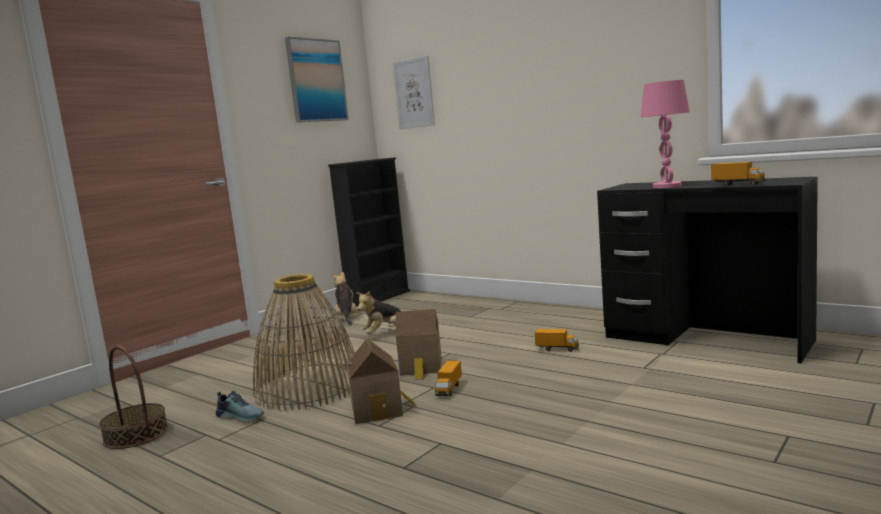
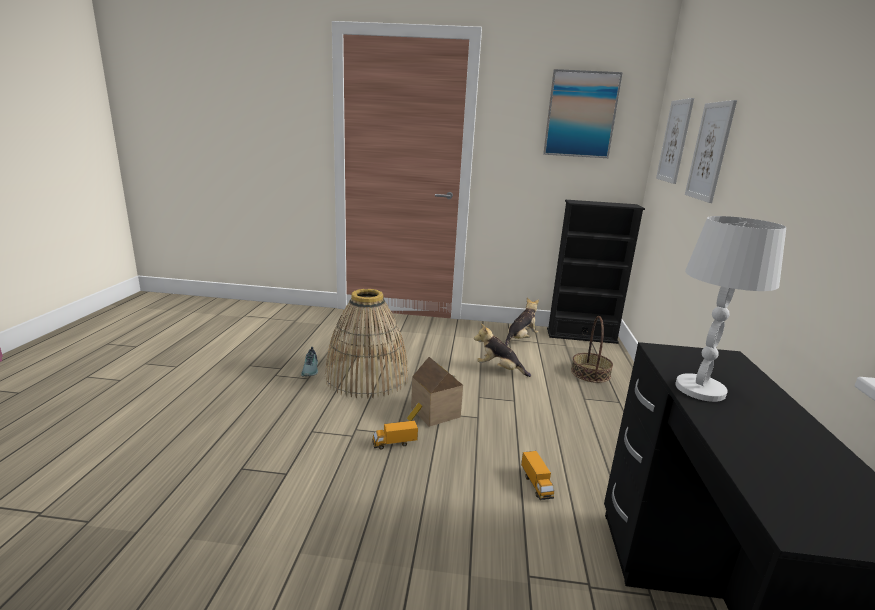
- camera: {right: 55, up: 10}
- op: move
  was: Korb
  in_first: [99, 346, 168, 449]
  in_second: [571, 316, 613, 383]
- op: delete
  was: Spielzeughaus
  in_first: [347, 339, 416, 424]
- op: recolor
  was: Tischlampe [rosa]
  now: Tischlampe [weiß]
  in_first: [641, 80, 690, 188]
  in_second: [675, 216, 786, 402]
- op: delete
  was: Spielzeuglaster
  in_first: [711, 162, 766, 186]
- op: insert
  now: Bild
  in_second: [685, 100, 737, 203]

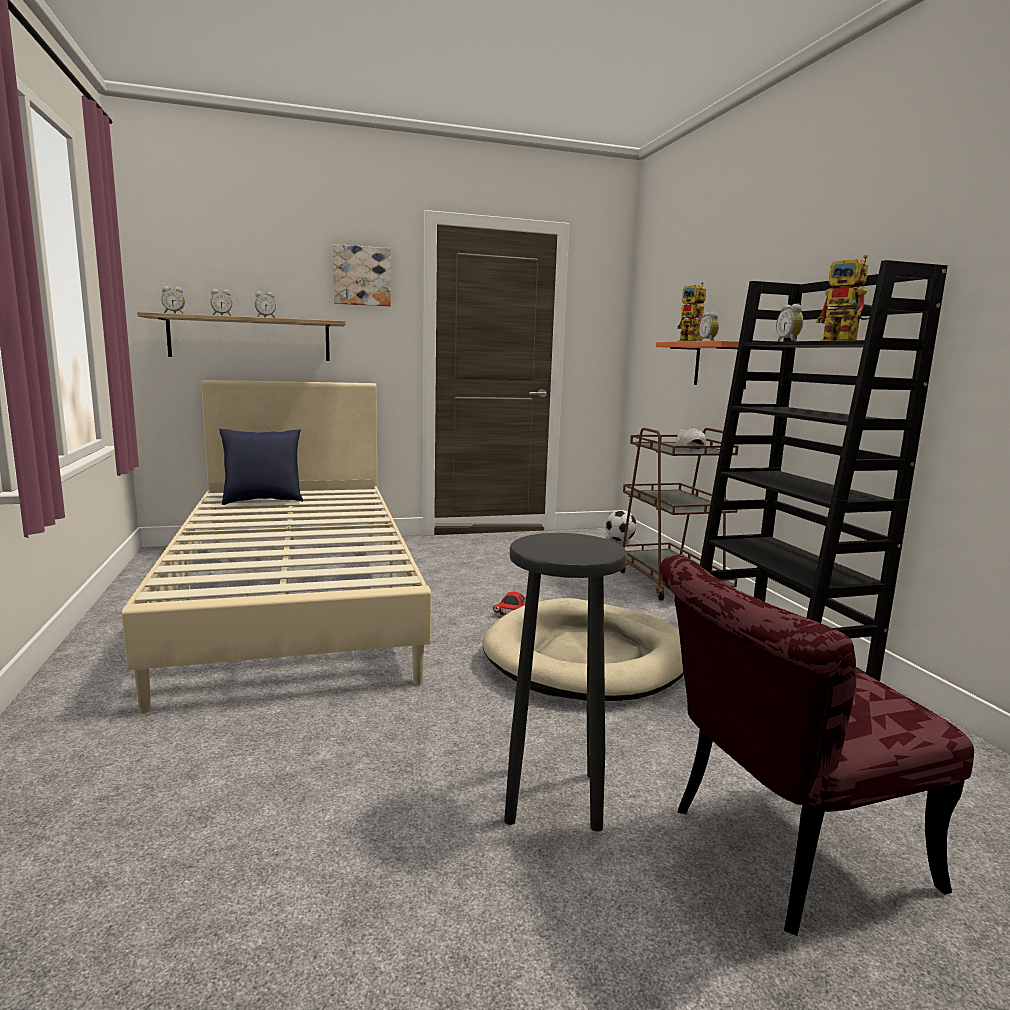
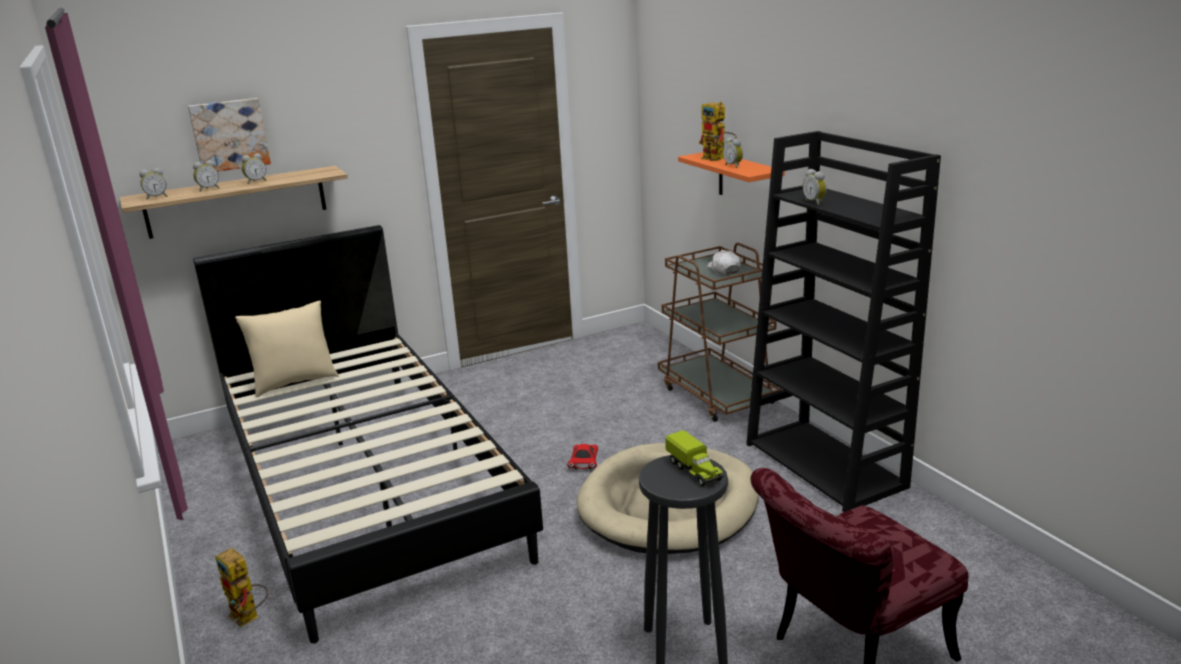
- camera: {right: -10, up: 10}
- op: recolor
  was: Bett [beige]
  now: Bett [schwarz]
  in_first: [122, 380, 431, 713]
  in_second: [193, 225, 543, 644]
- op: recolor
  was: Kissen [blau]
  now: Kissen [beige]
  in_first: [219, 429, 303, 505]
  in_second: [235, 301, 339, 397]
- op: move
  was: Bild
  in_first: [333, 244, 391, 307]
  in_second: [188, 98, 271, 172]
- op: delete
  was: Fußball
  in_first: [605, 510, 637, 541]
- op: move
  was: Spielzeugroboter
  in_first: [816, 255, 872, 341]
  in_second: [215, 548, 268, 627]
- op: insert
  now: Spielzeuglaster
  in_second: [665, 430, 724, 487]

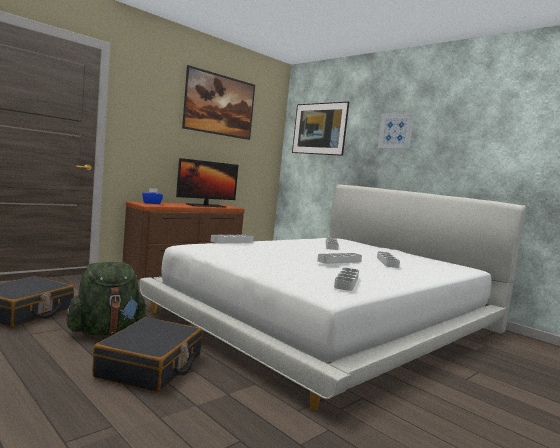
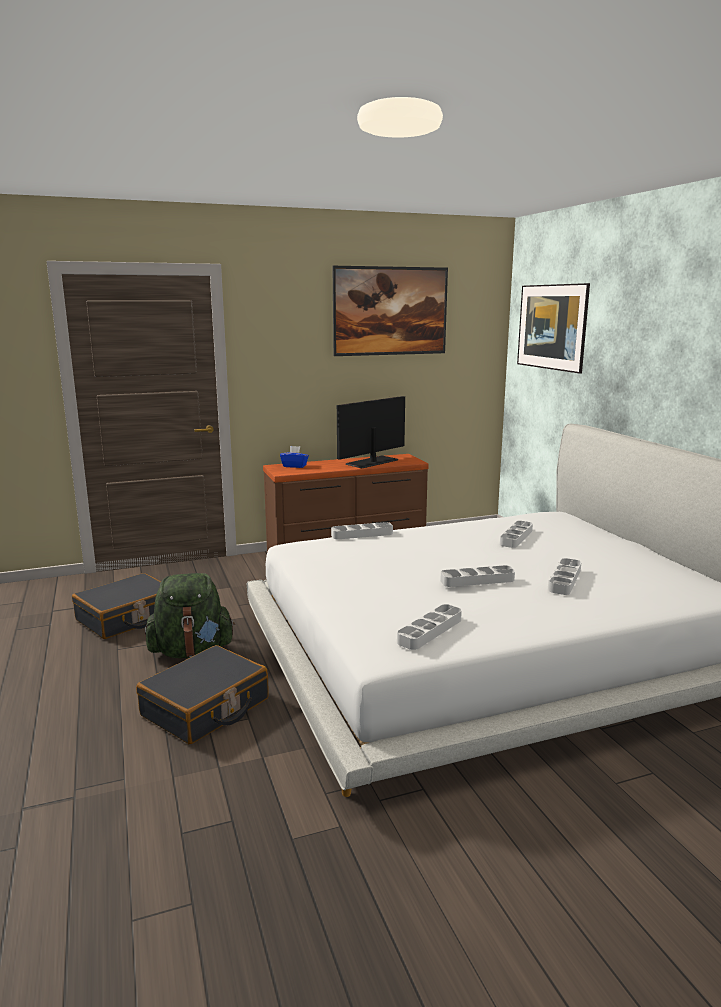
- camera: {right: 25, up: 10}
- op: rotate
  was: Monitor
  in_first: [176, 158, 239, 208]
  in_second: [337, 396, 405, 468]
  clockwise: 150
- op: delete
  was: Bild
  in_first: [378, 113, 414, 149]

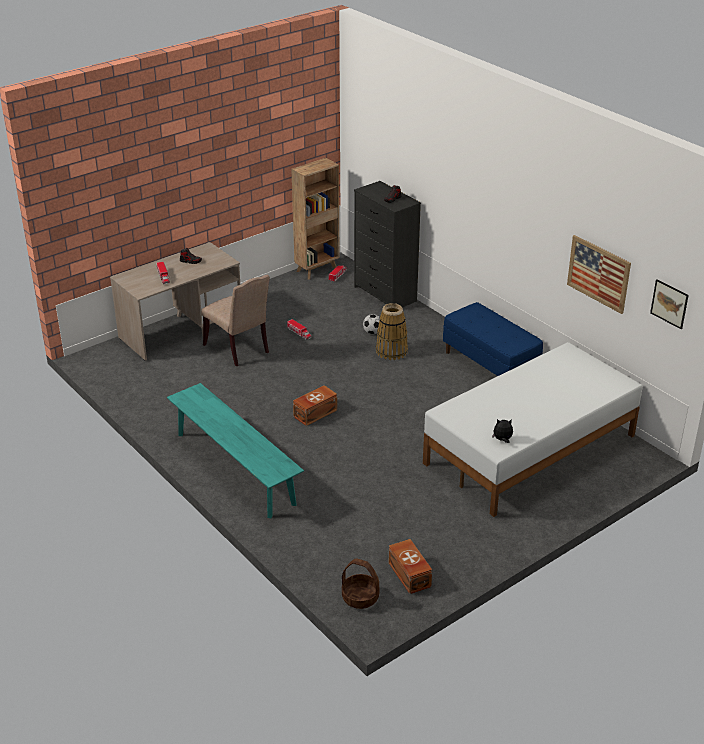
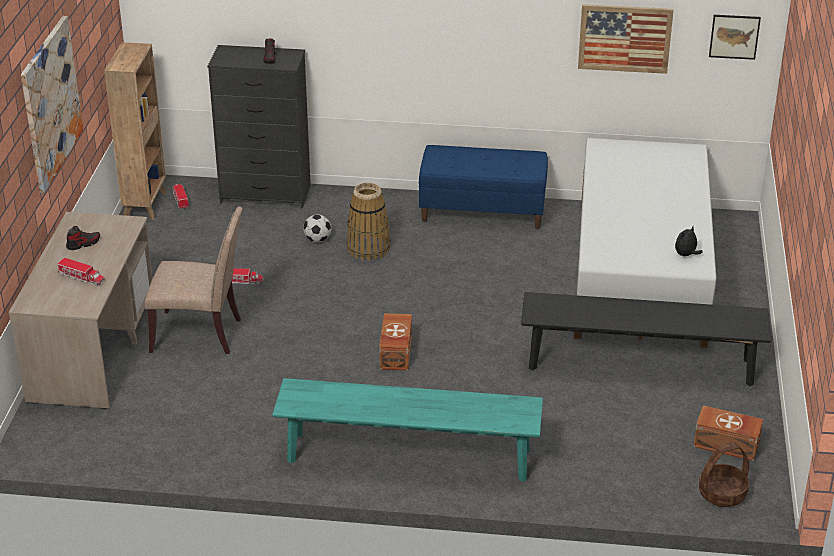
- camera: {right: -45, up: 0}
- op: insert
  now: Bild
  in_second: [21, 16, 83, 193]
- op: insert
  now: Bank [schwarz]
  in_second: [521, 292, 772, 386]

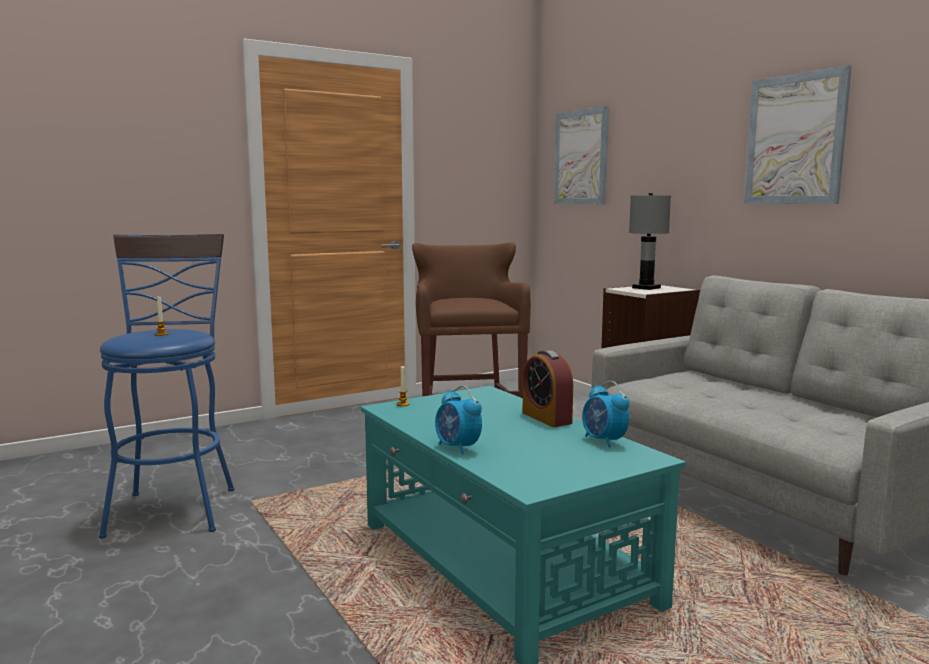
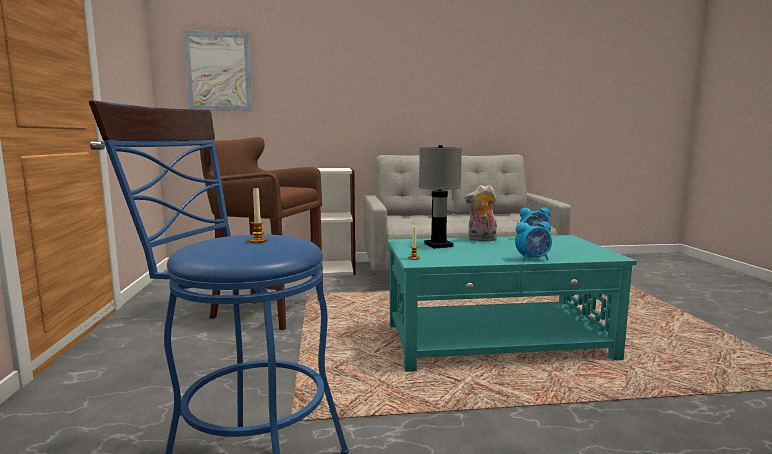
- camera: {right: -65, up: 0}
- op: replace
  was: Wecker
  now: Plüschtier
  in_first: [522, 350, 573, 427]
  in_second: [464, 185, 497, 241]
- op: move
  was: Tischlampe [grau]
  in_first: [629, 193, 671, 290]
  in_second: [419, 145, 462, 249]
- op: delete
  was: Bild
  in_first: [744, 65, 852, 204]

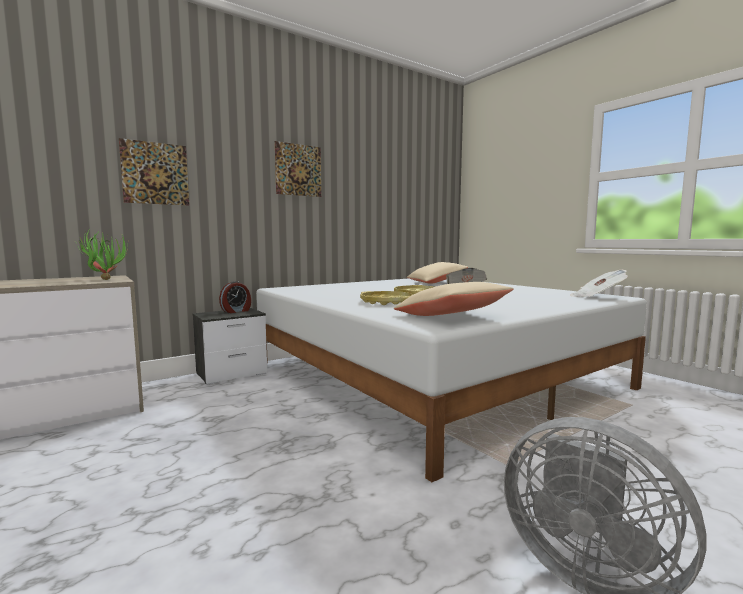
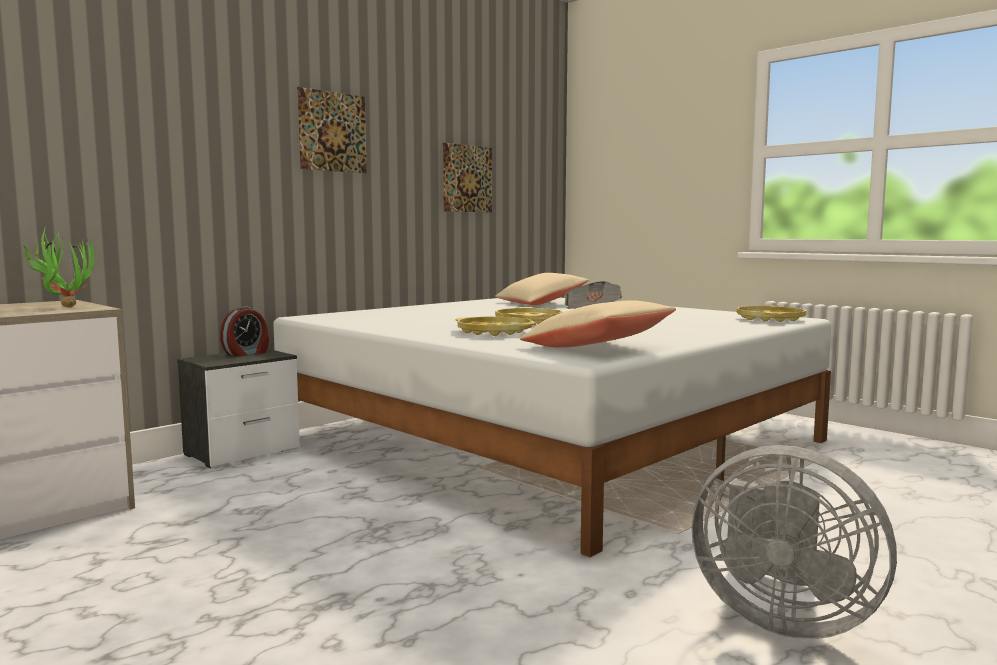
- camera: {right: -10, up: 0}
- op: move
  was: Bild
  in_first: [119, 138, 189, 205]
  in_second: [443, 143, 492, 213]
- op: replace
  was: Zeitung
  now: Tablett [gelb]
  in_first: [570, 270, 628, 297]
  in_second: [737, 305, 806, 322]

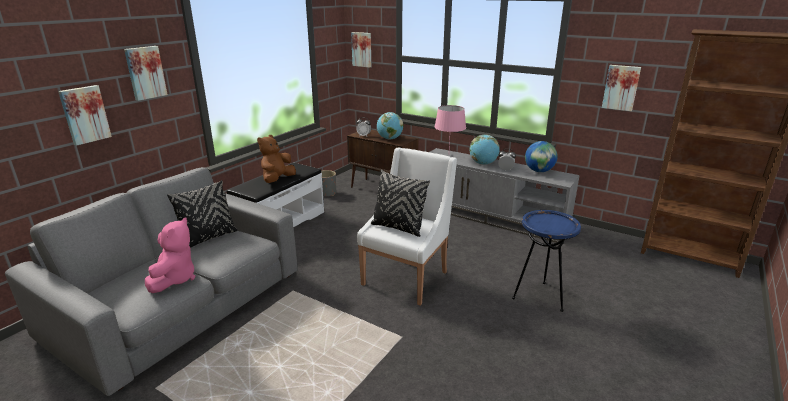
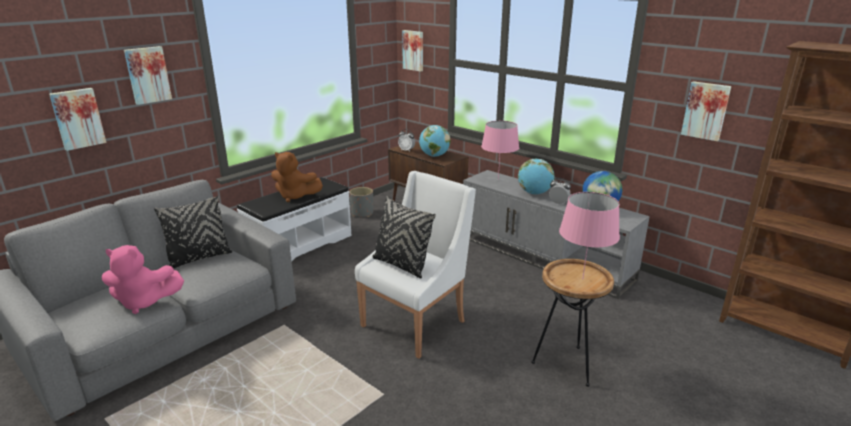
- camera: {right: 10, up: 0}
- op: rotate
  was: Plüschtier [rosa]
  in_first: [145, 217, 195, 293]
  in_second: [102, 245, 184, 314]
  clockwise: 75
- op: rotate
  was: Plüschtier [braun]
  in_first: [257, 135, 296, 183]
  in_second: [271, 152, 323, 202]
  clockwise: -105
- op: recolor
  was: Beistelltisch [blau]
  now: Beistelltisch [braun]
  in_first: [512, 210, 581, 312]
  in_second: [531, 259, 614, 387]
- op: insert
  now: Tischlampe [rosa]
  in_second: [559, 192, 620, 277]

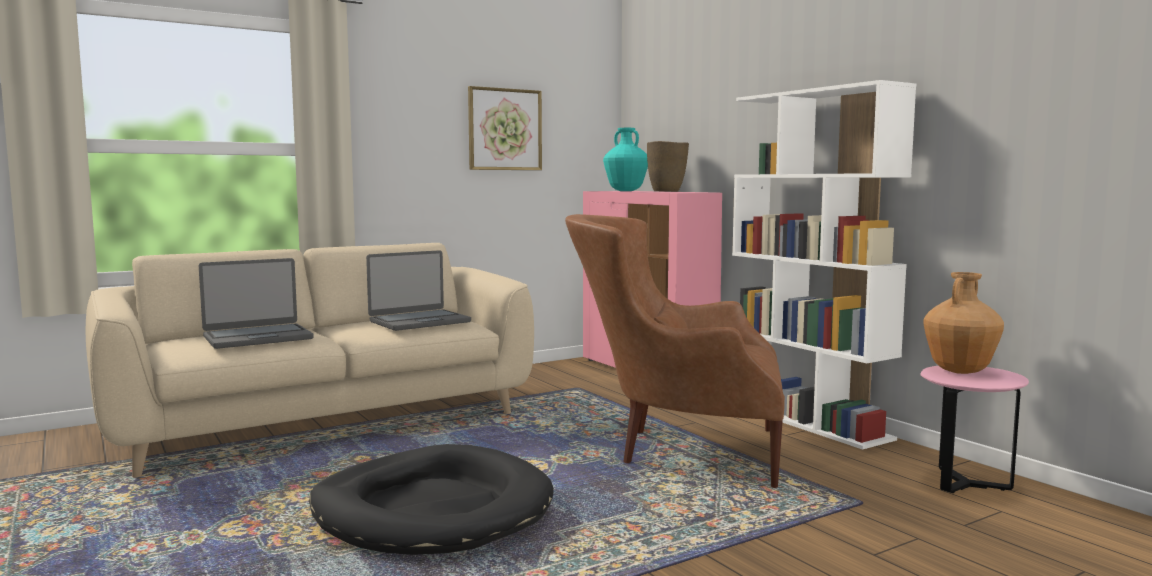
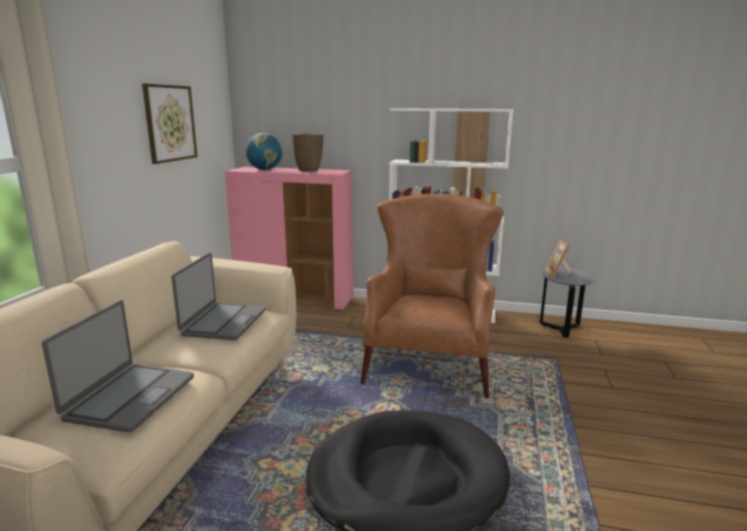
- camera: {right: -45, up: 10}
- op: rotate
  was: Sessel [braun]
  in_first: [565, 214, 785, 488]
  in_second: [360, 194, 504, 398]
  clockwise: 135
- op: replace
  was: Vase [türkis]
  now: Globus
  in_first: [603, 128, 648, 191]
  in_second: [245, 133, 282, 170]
- op: recolor
  was: Beistelltisch [rosa]
  now: Beistelltisch [grau]
  in_first: [920, 366, 1029, 493]
  in_second: [540, 267, 596, 337]
- op: replace
  was: Vase [braun]
  now: Bilderrahmen
  in_first: [923, 272, 1004, 374]
  in_second: [546, 239, 571, 277]

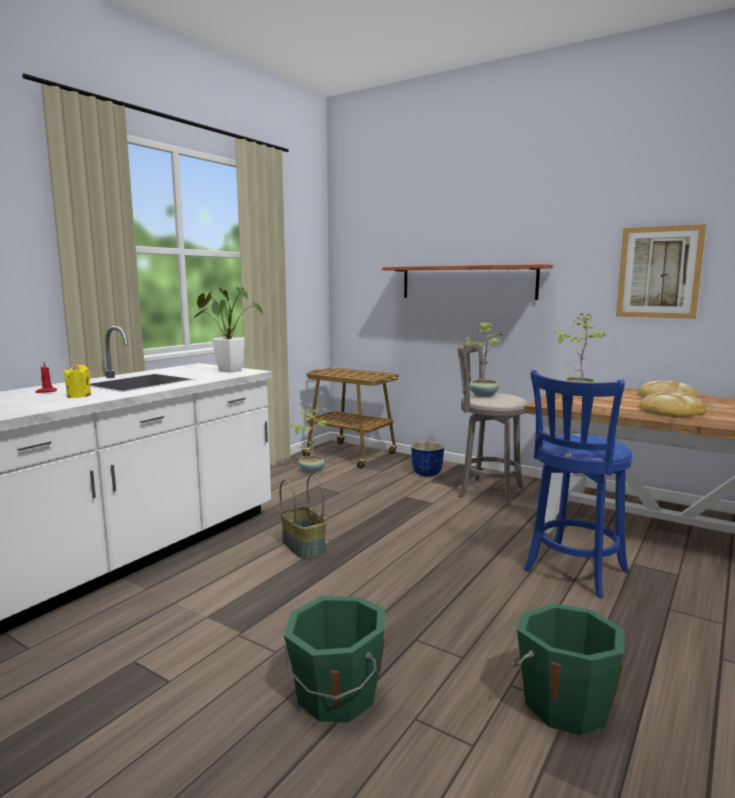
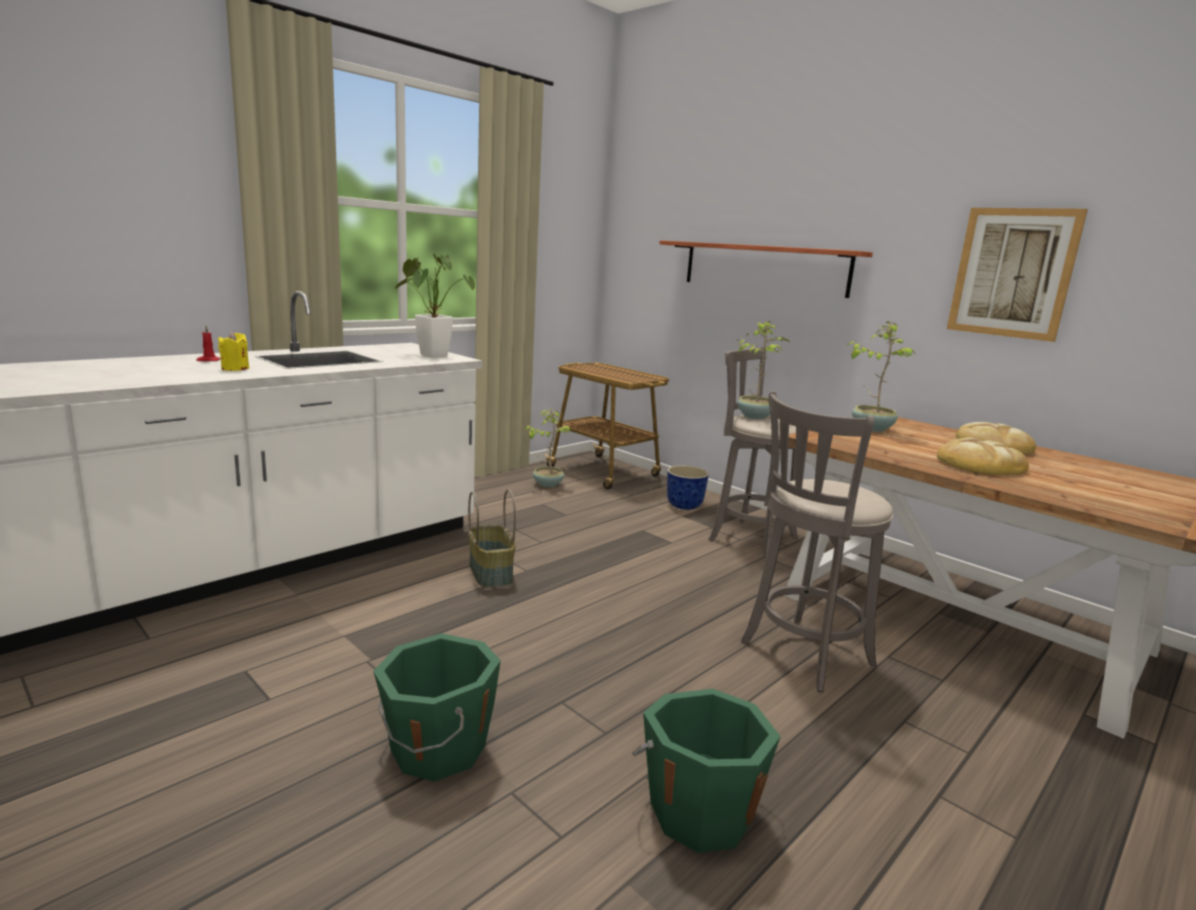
- camera: {right: 10, up: 5}
- op: recolor
  was: Hocker [blau]
  now: Hocker [grau]
  in_first: [524, 370, 633, 598]
  in_second: [741, 391, 893, 692]

